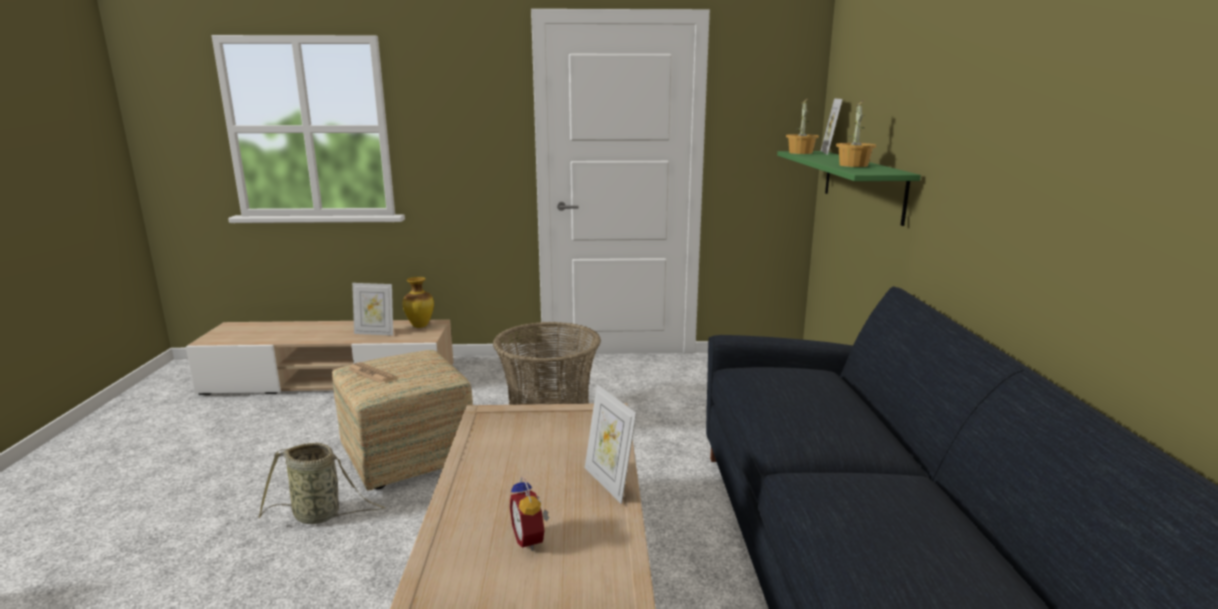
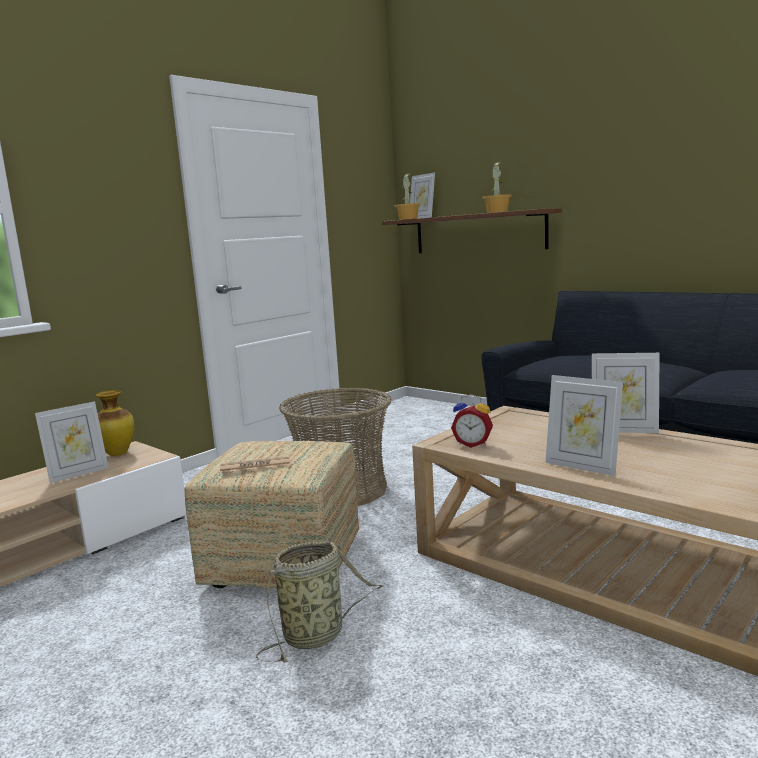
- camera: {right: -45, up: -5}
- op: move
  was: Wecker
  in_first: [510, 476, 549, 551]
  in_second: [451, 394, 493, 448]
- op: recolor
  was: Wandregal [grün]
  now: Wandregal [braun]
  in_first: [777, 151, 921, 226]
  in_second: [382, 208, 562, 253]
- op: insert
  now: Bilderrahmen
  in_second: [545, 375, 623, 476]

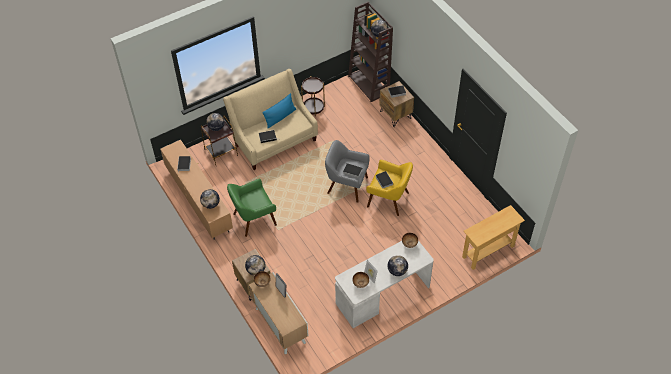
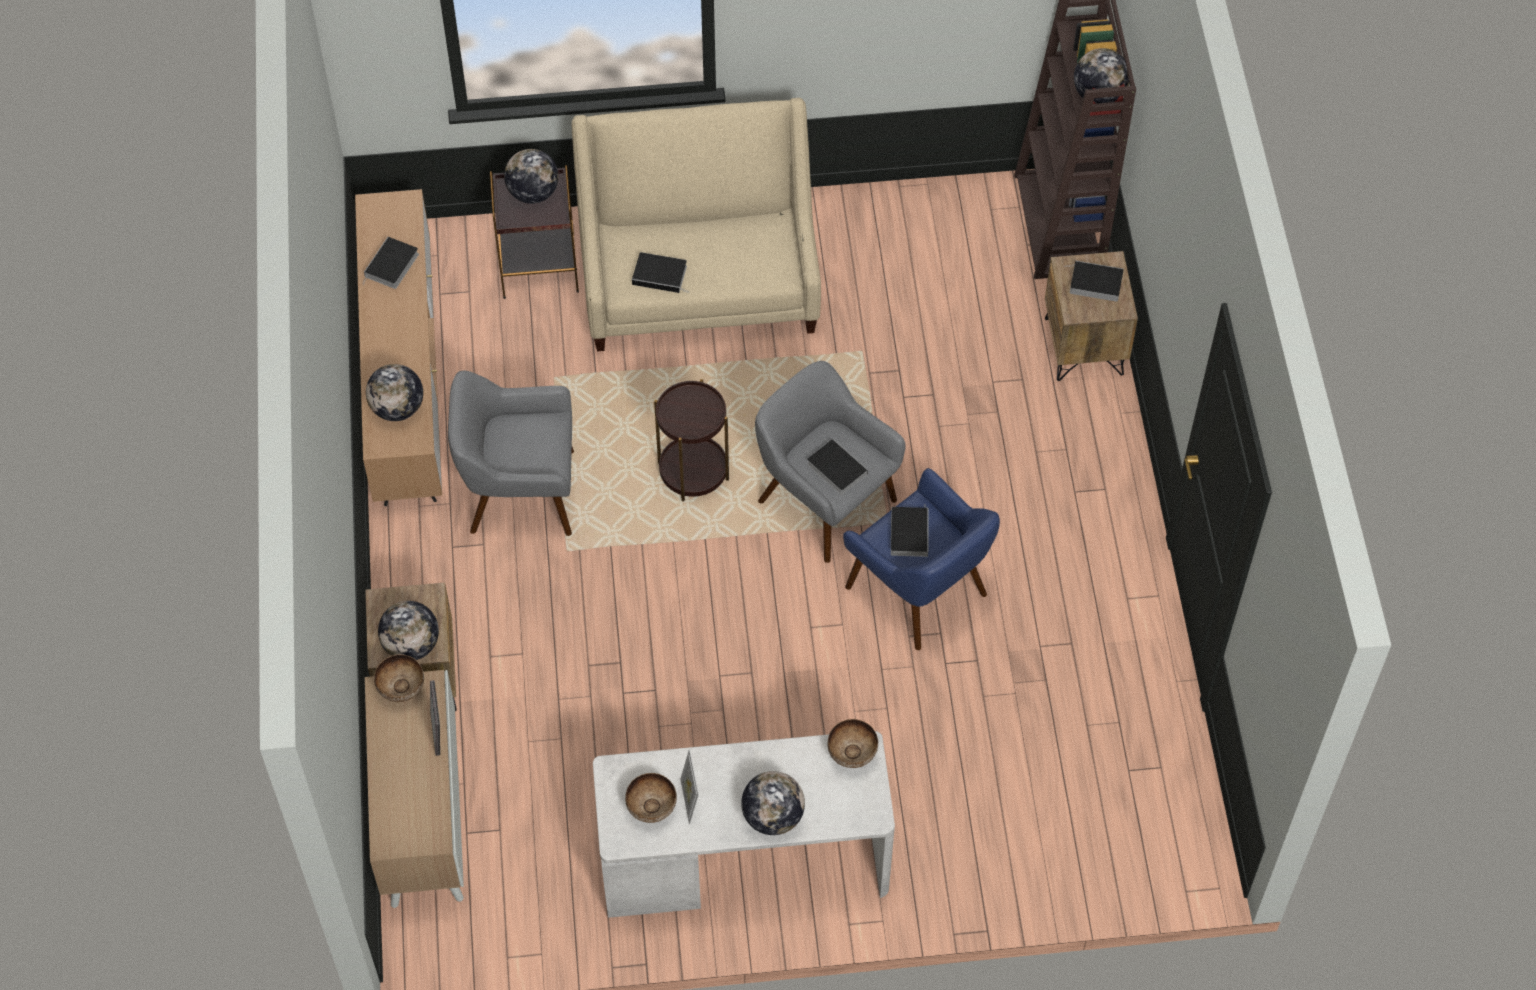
- camera: {right: 25, up: 5}
- op: recolor
  was: Sessel [grün]
  now: Sessel [grau]
  in_first: [227, 179, 277, 237]
  in_second: [448, 370, 574, 536]
- op: delete
  was: Kissen [blau]
  in_first: [262, 93, 296, 128]
- op: move
  was: Beistelltisch [braun]
  in_first: [301, 76, 325, 117]
  in_second: [654, 379, 729, 501]
- op: recolor
  was: Sessel [gelb]
  now: Sessel [blau]
  in_first: [366, 160, 413, 216]
  in_second: [843, 468, 1000, 650]
- op: delete
  was: Konsolentisch [beige]
  in_first: [462, 205, 525, 270]

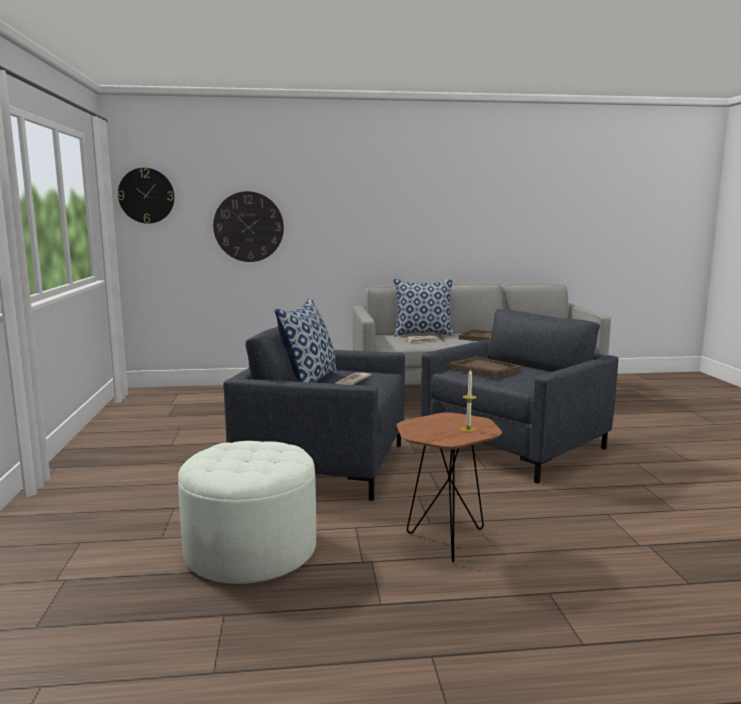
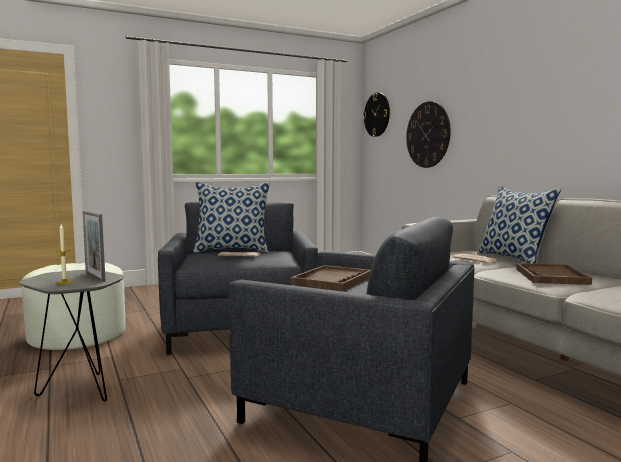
- camera: {right: 70, up: -5}
- op: recolor
  was: Beistelltisch [braun]
  now: Beistelltisch [grau]
  in_first: [396, 412, 502, 563]
  in_second: [18, 270, 125, 402]
- op: insert
  now: Bilderrahmen
  in_second: [82, 211, 106, 282]

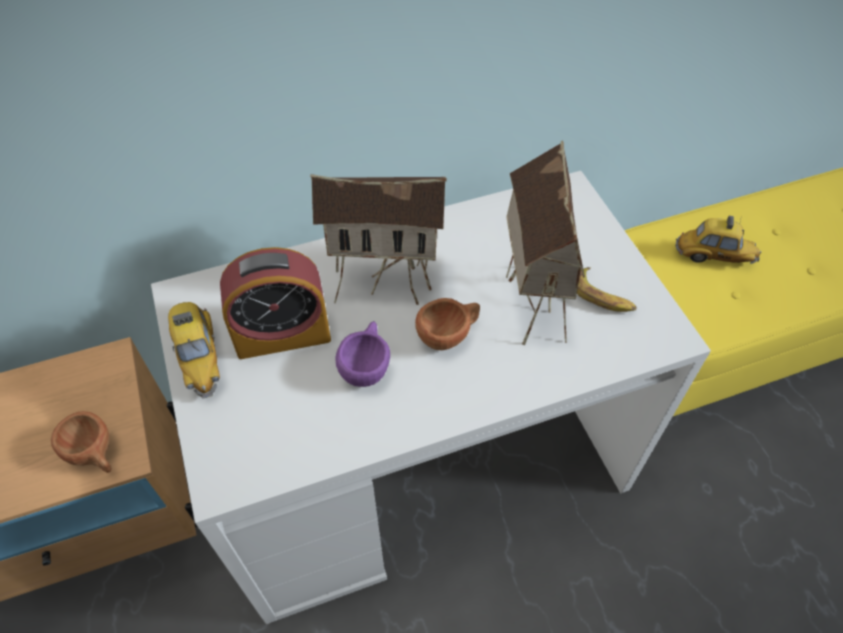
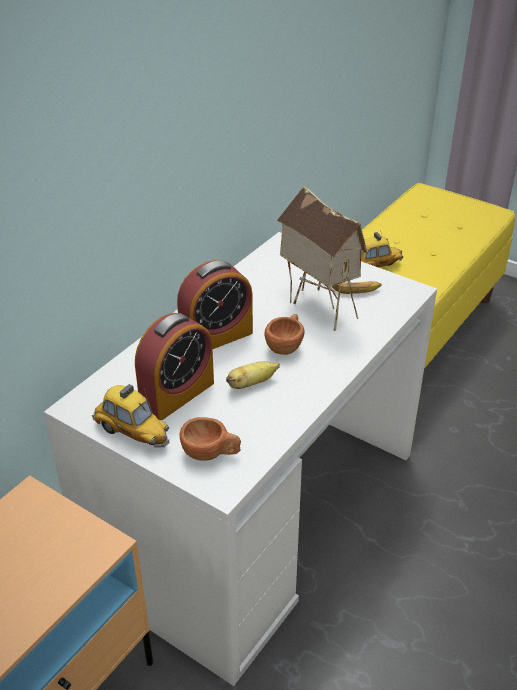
- camera: {right: -35, up: -15}
- op: move
  was: Tasse [braun]
  in_first: [51, 411, 112, 473]
  in_second: [180, 417, 241, 461]
- op: replace
  was: Spielzeughaus
  now: Wecker
  in_first: [310, 174, 447, 305]
  in_second: [177, 260, 253, 349]
- op: replace
  was: Tasse [lila]
  now: Banane
  in_first: [335, 321, 390, 387]
  in_second: [226, 361, 280, 389]

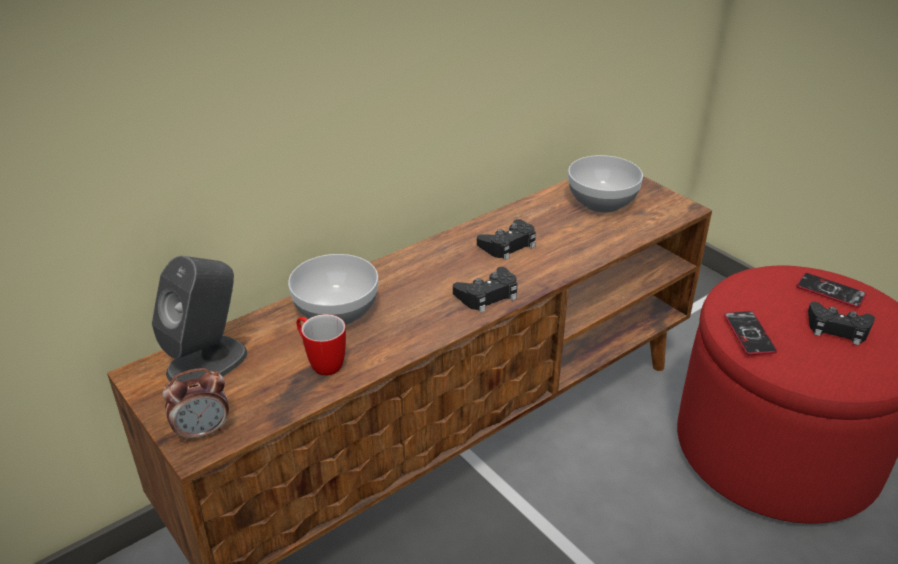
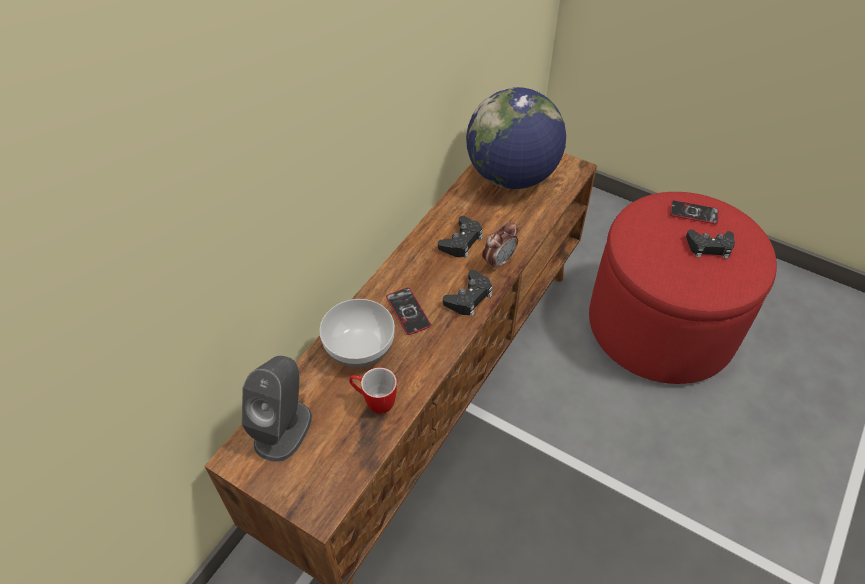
- camera: {right: -20, up: 15}
- op: move
  was: Wecker
  in_first: [163, 368, 229, 443]
  in_second: [482, 221, 518, 271]
- op: replace
  was: Schüssel
  now: Globus
  in_first: [568, 155, 643, 212]
  in_second: [466, 87, 566, 189]
- op: move
  was: Handy
  in_first: [724, 311, 777, 355]
  in_second: [386, 288, 431, 335]

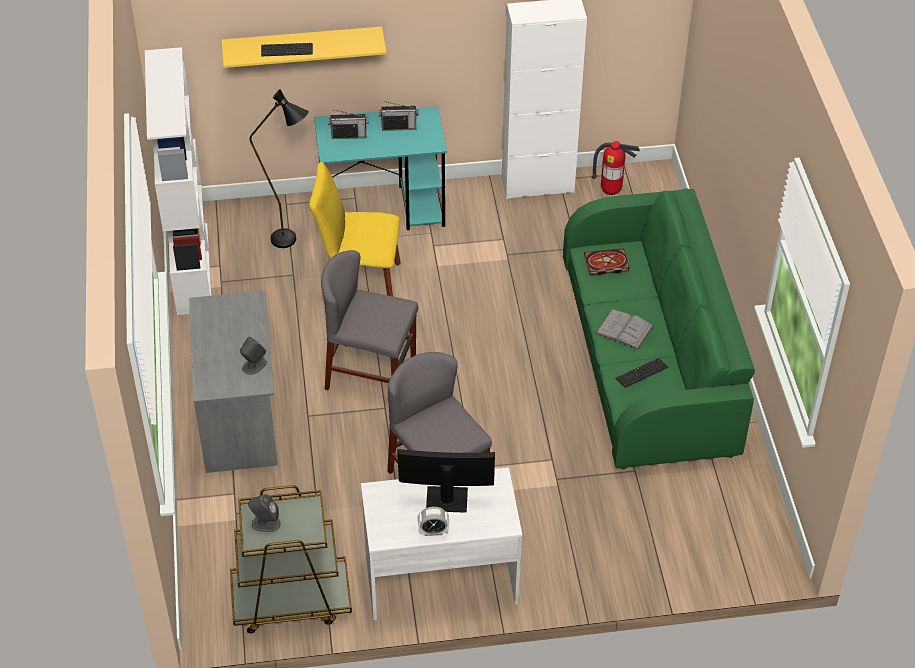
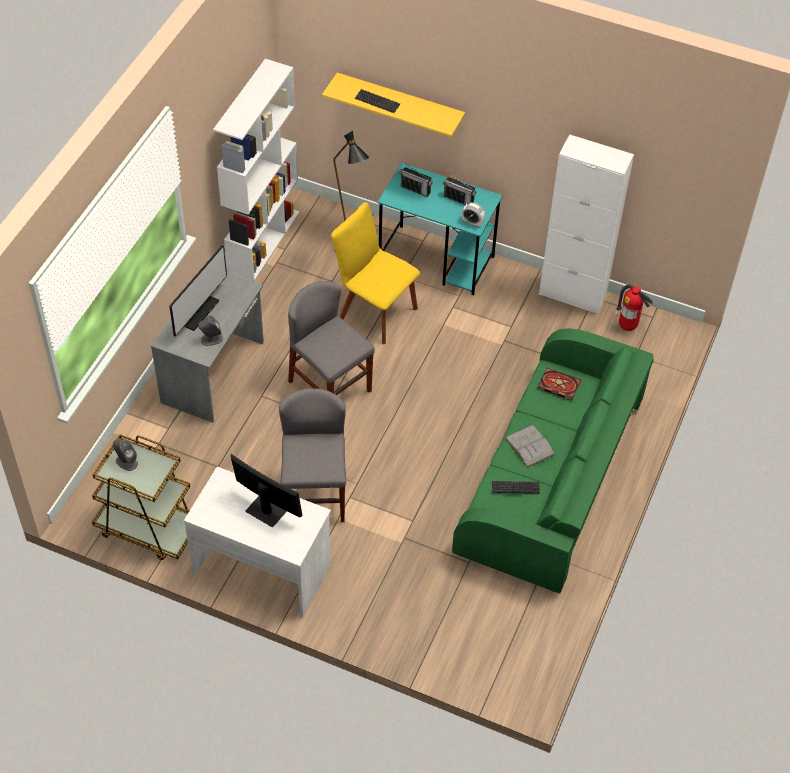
- camera: {right: 30, up: 5}
- op: move
  was: Wecker
  in_first: [418, 507, 449, 536]
  in_second: [462, 202, 485, 227]
- op: insert
  now: Monitor
  in_second: [169, 245, 227, 337]

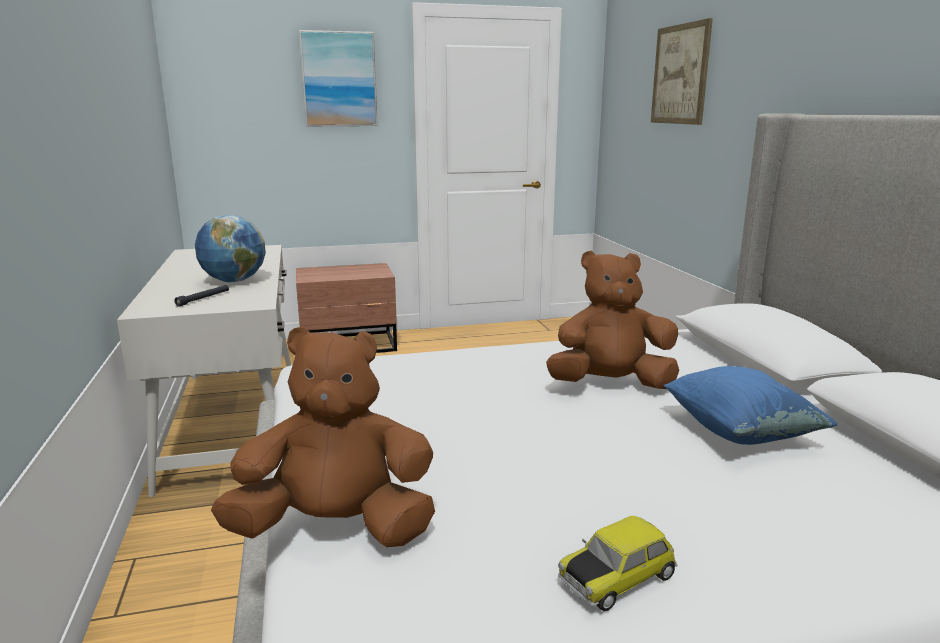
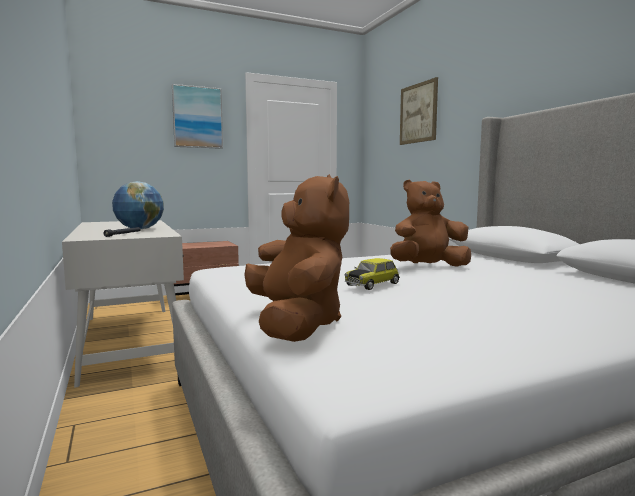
- camera: {right: -10, up: -10}
- op: rotate
  was: Plüschtier [braun]
  in_first: [211, 326, 435, 547]
  in_second: [244, 174, 349, 342]
  clockwise: 90
- op: move
  was: Spielzeugauto
  in_first: [558, 516, 678, 611]
  in_second: [345, 258, 400, 290]
- op: delete
  was: Kissen [blau]
  in_first: [664, 366, 837, 445]

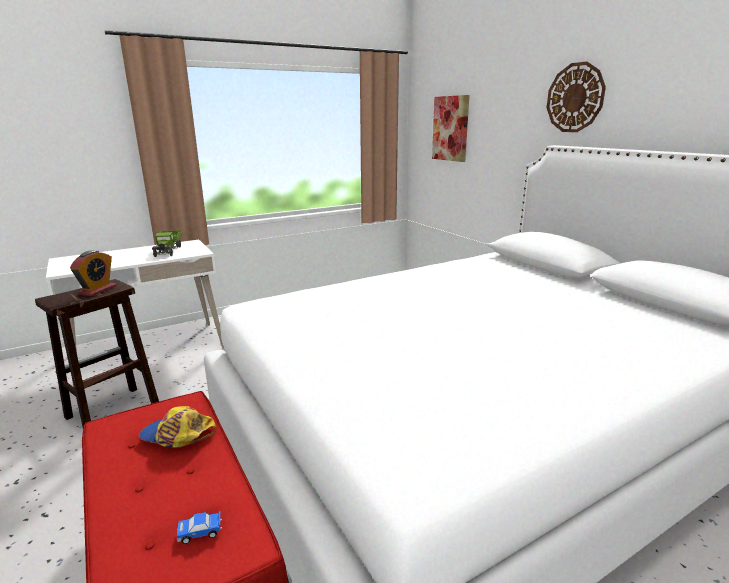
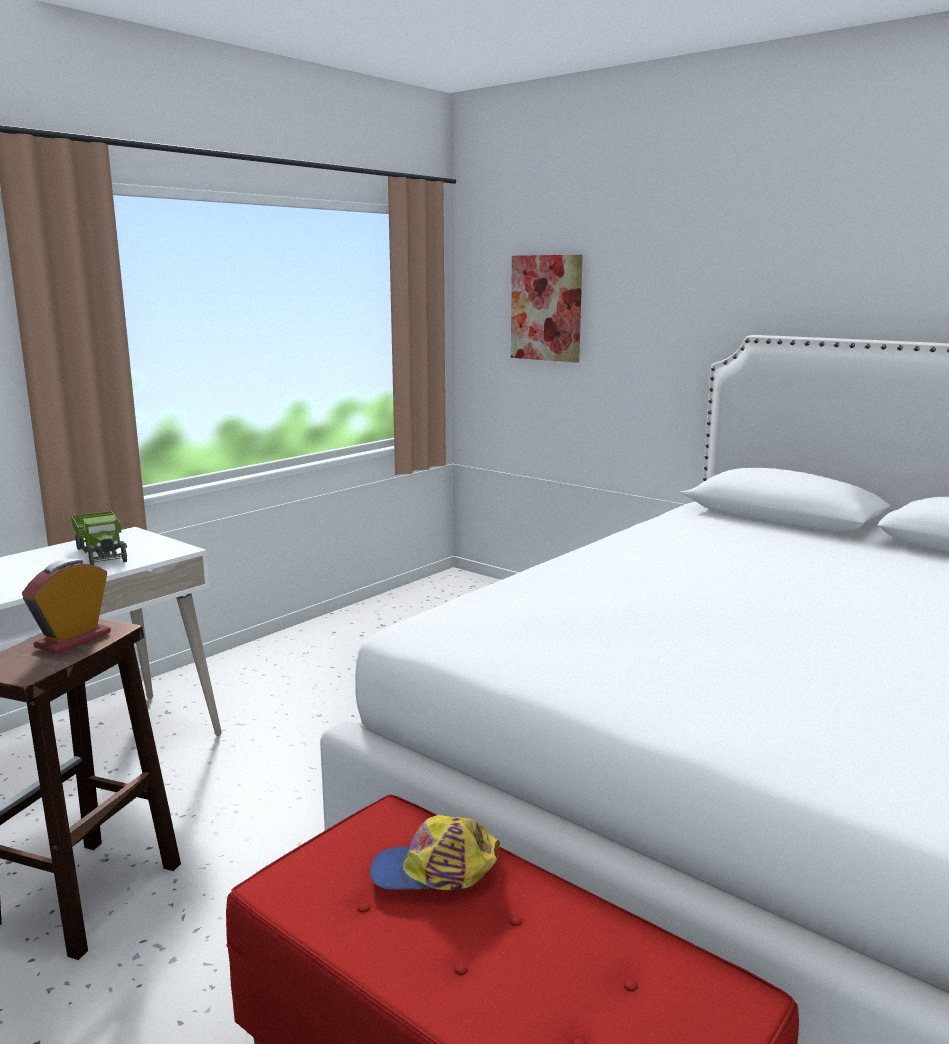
- camera: {right: -20, up: -5}
- op: rotate
  was: Wecker
  in_first: [70, 250, 116, 296]
  in_second: [22, 559, 111, 654]
  clockwise: -150
- op: delete
  was: Spielzeugauto
  in_first: [177, 511, 222, 544]
- op: delete
  was: Wanduhr
  in_first: [547, 62, 606, 132]

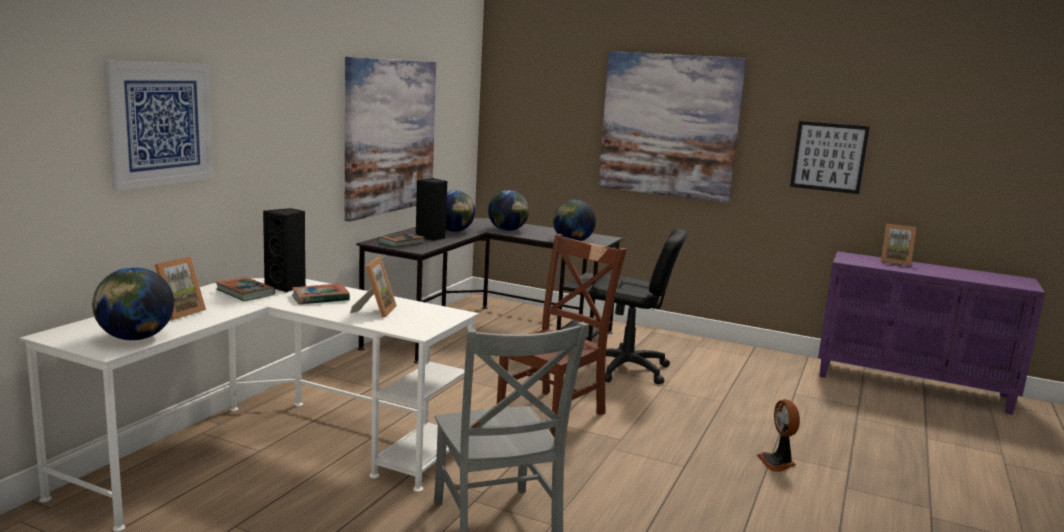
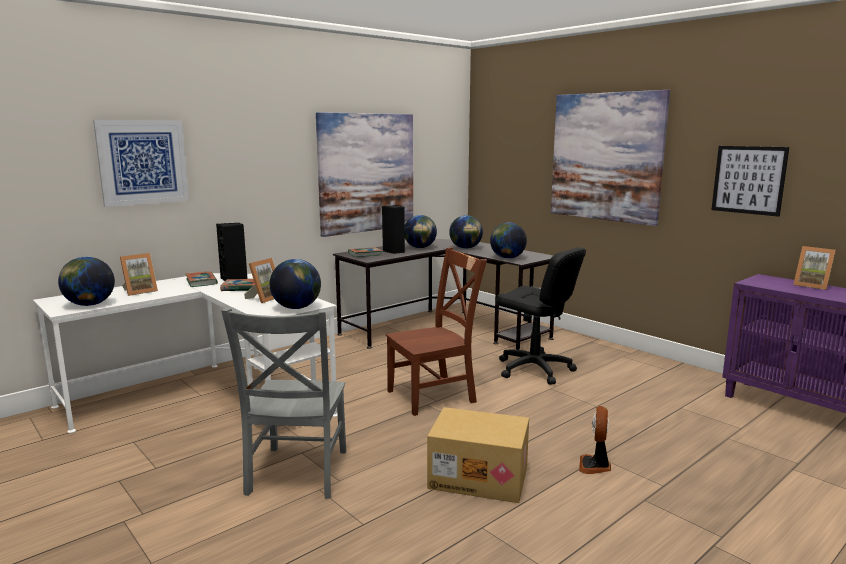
- camera: {right: 25, up: 0}
- op: insert
  now: Globus
  in_second: [270, 259, 321, 309]
- op: insert
  now: Karton
  in_second: [427, 407, 529, 503]

